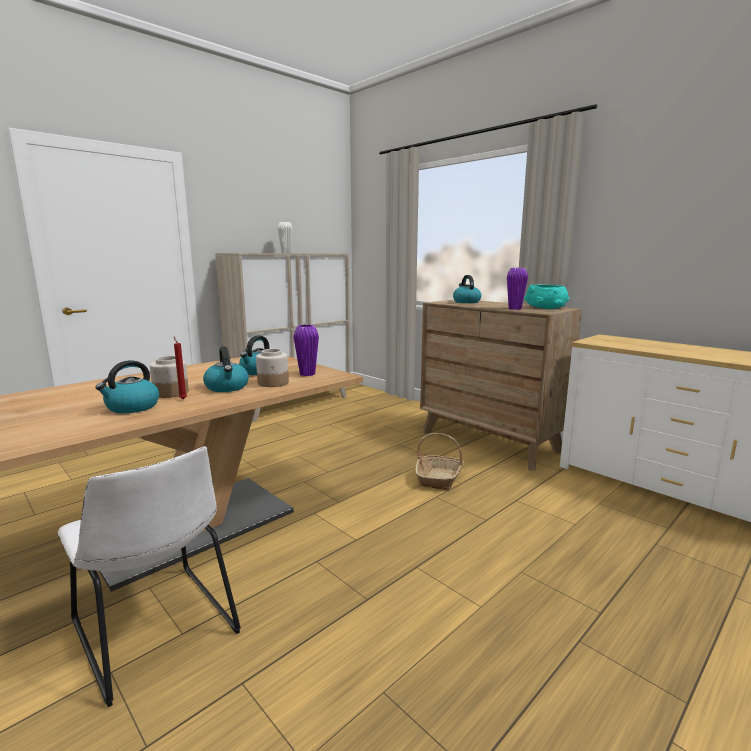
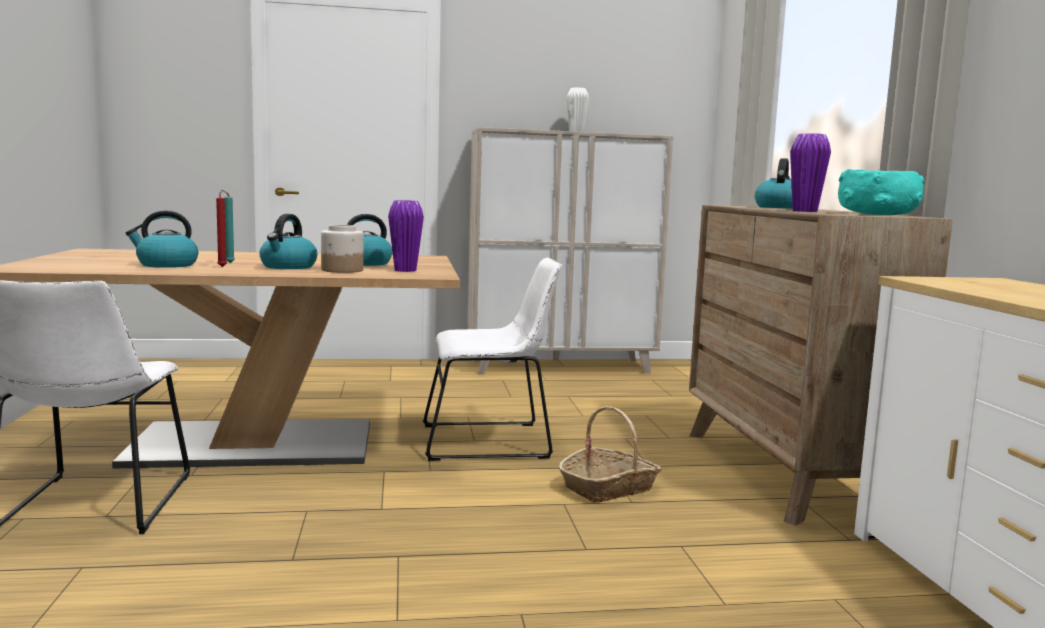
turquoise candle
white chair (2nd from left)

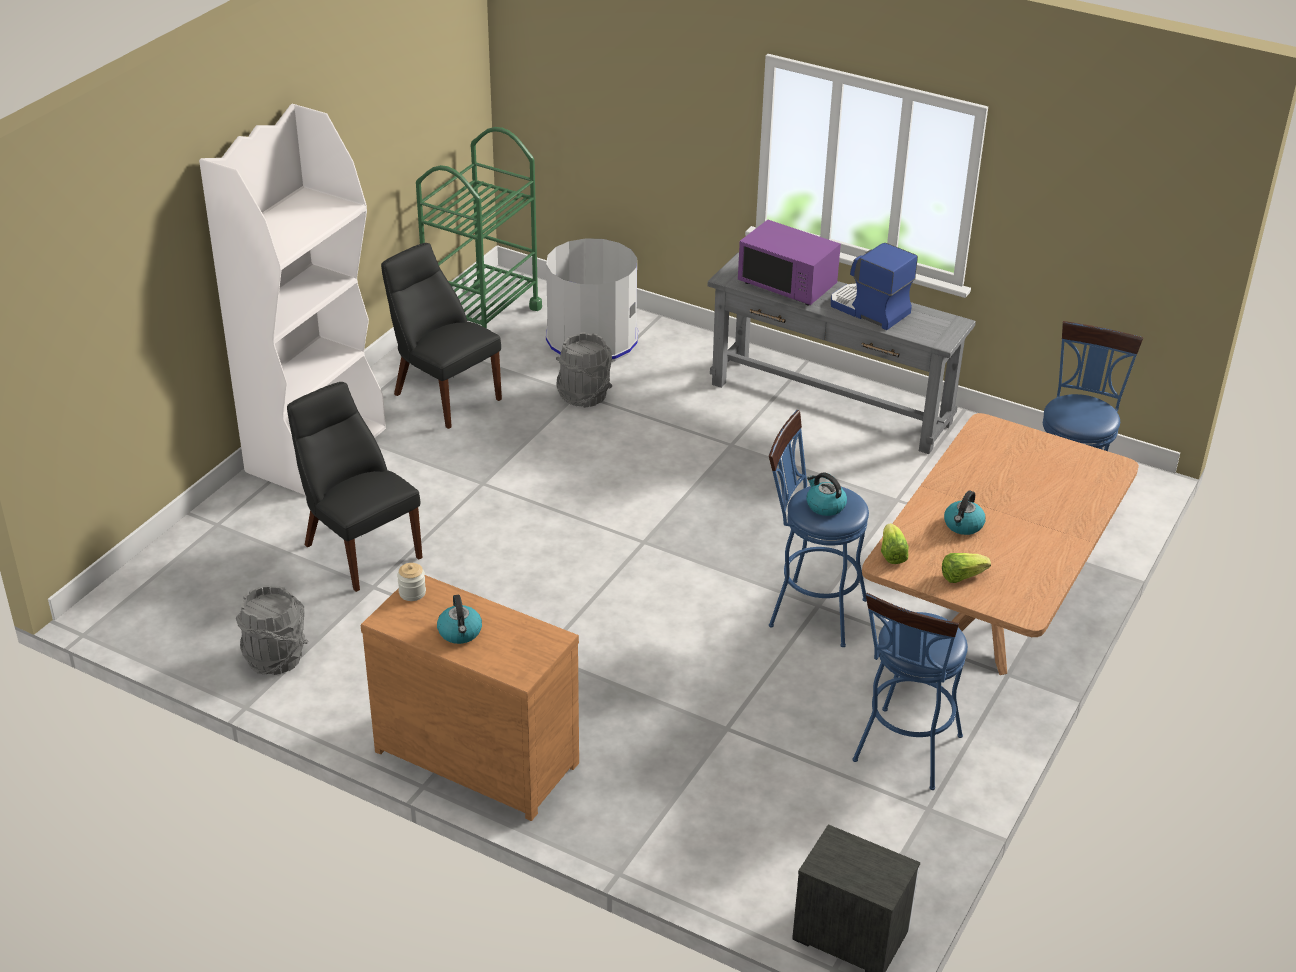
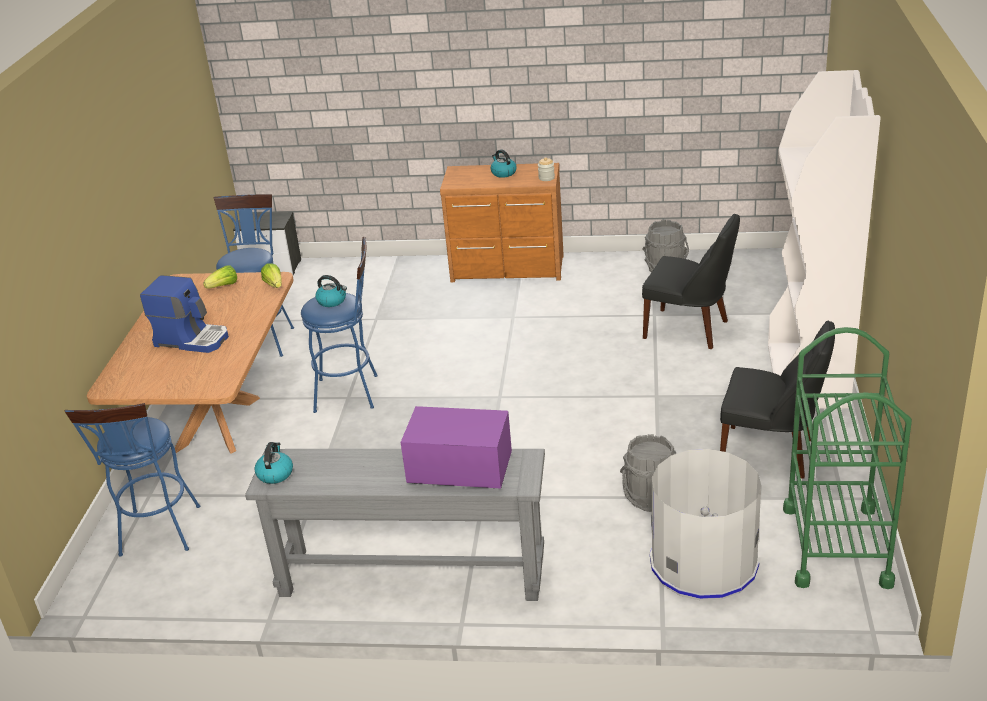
coffee machine
kettle (1st from left)

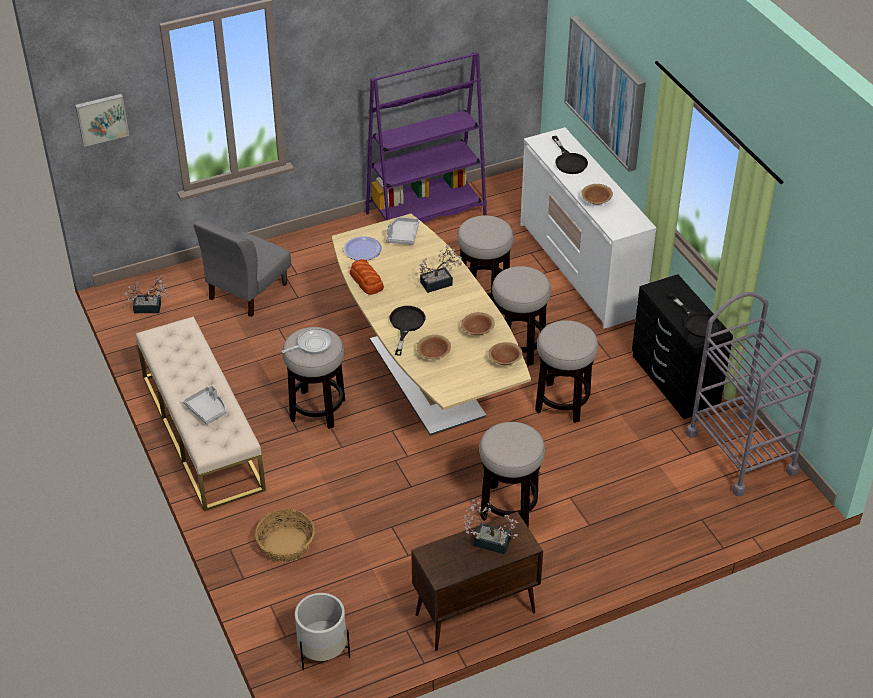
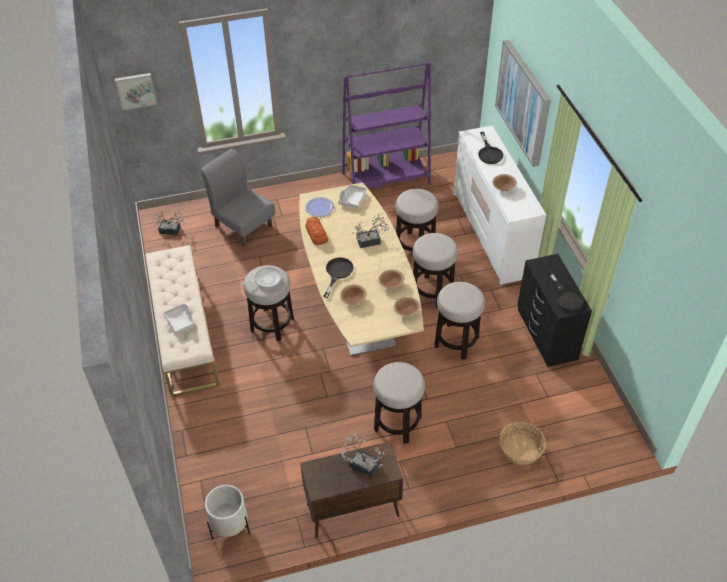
grey chair
grey cart
basket

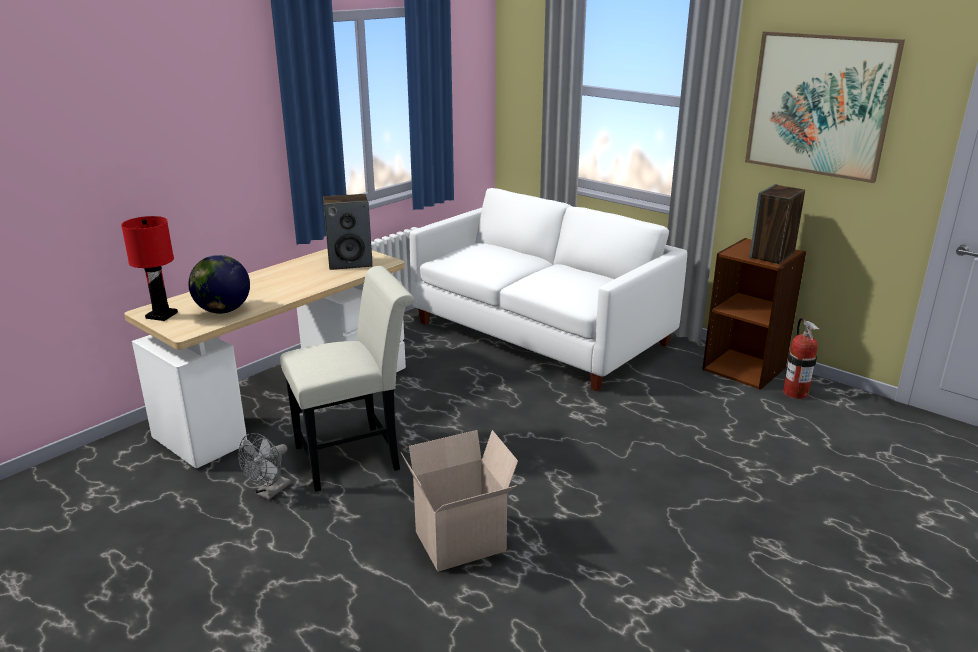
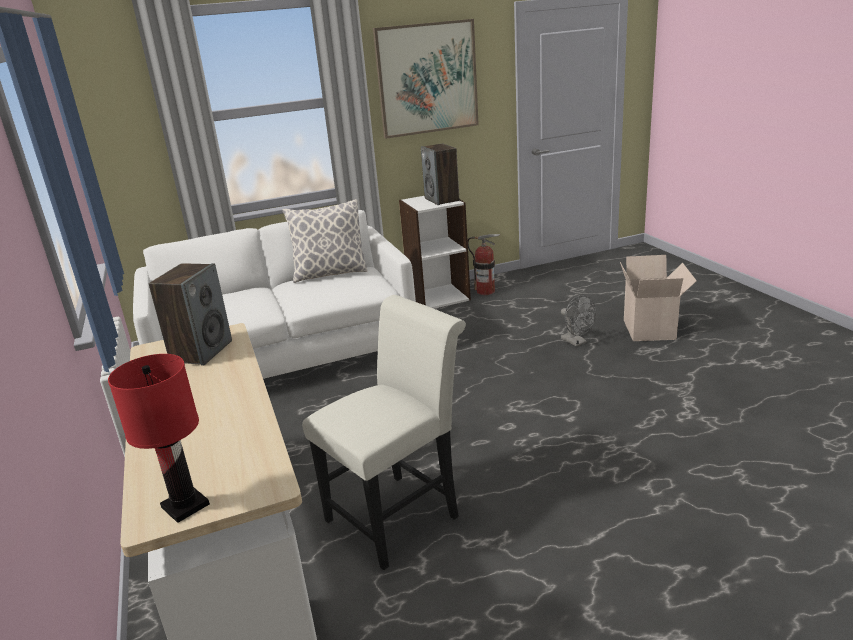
white bookcase
globe
white chair
cardboard box
grey fan
pillow

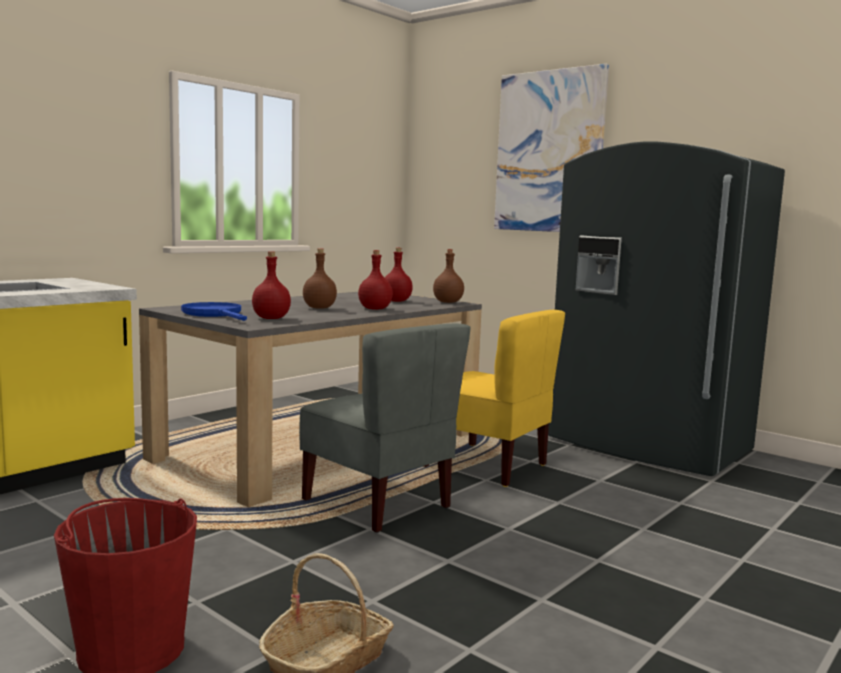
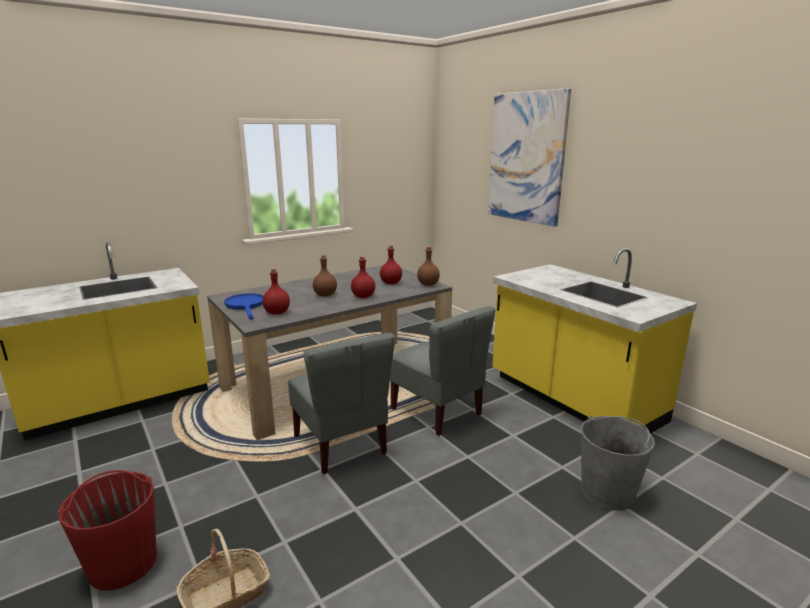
yellow counter (2nd from left)
grey chair (2nd from left)
grey bucket

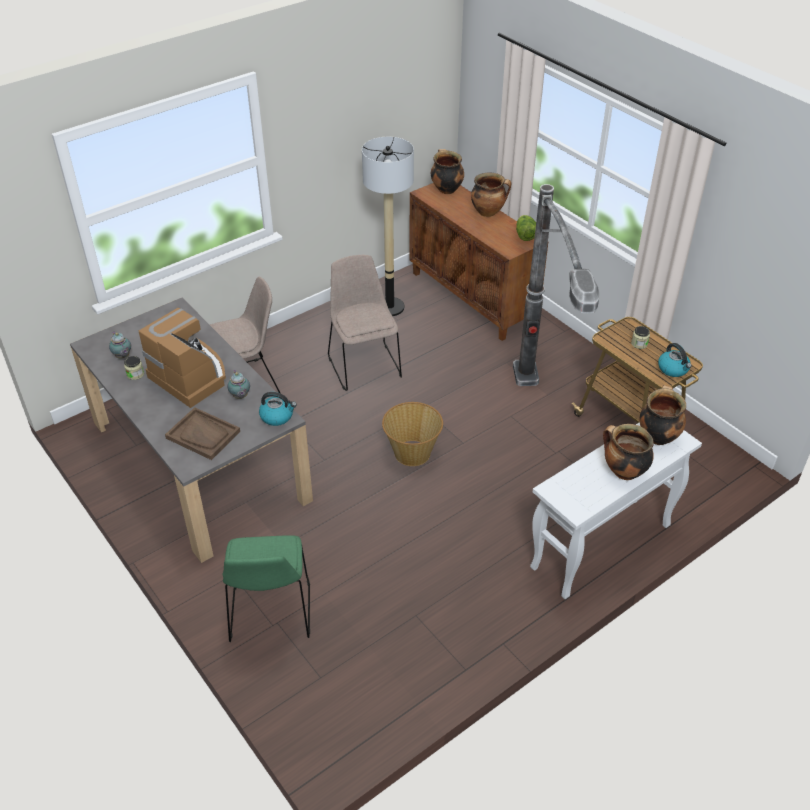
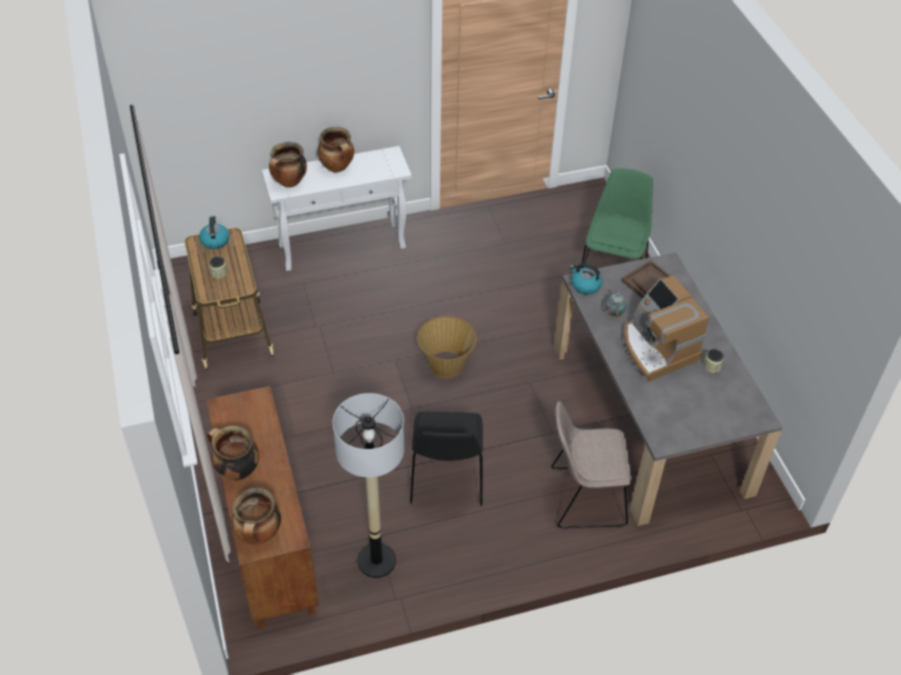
floor lamp (2nd from left in the first image)
lettuce
black chair
teapot (1st from left in the first image)

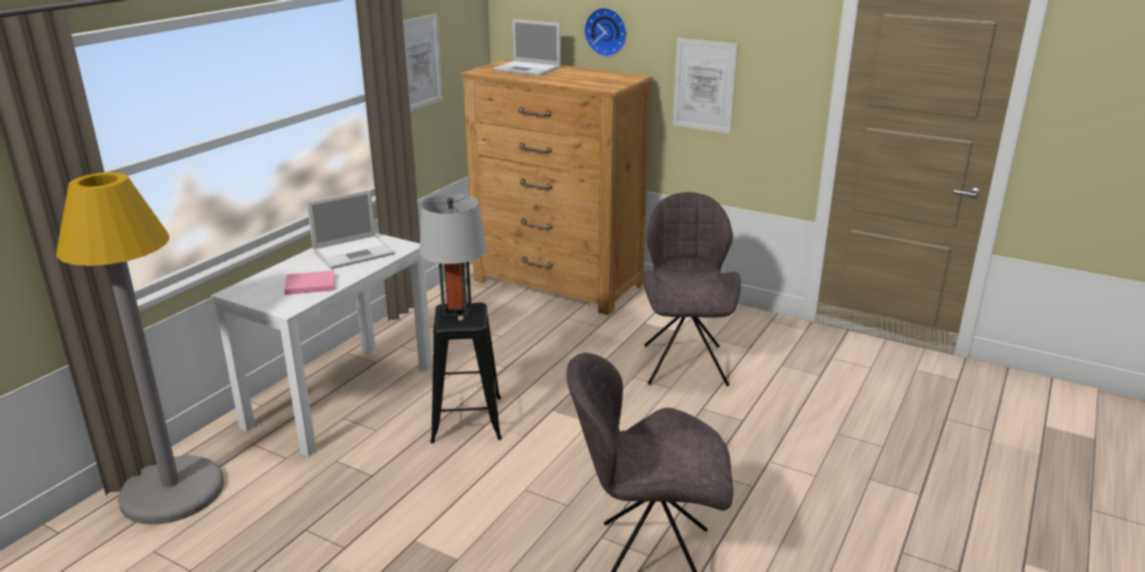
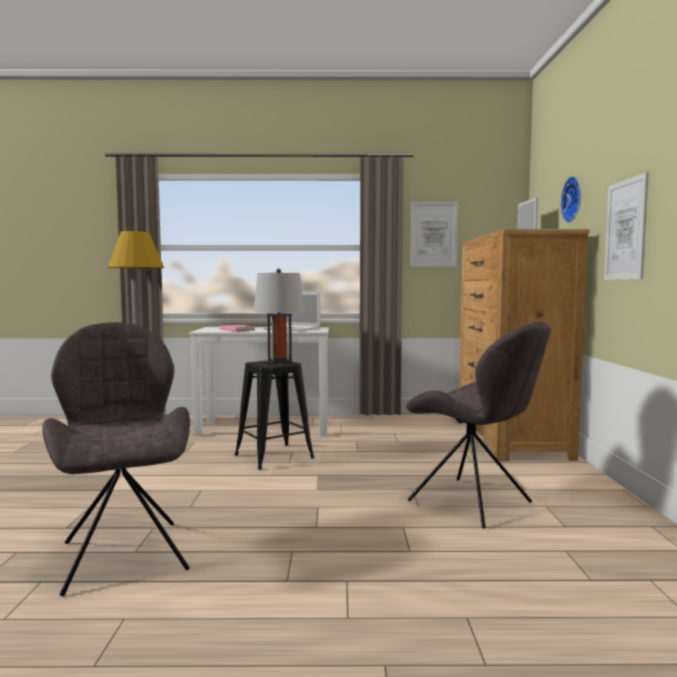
grey chair (2nd from left)

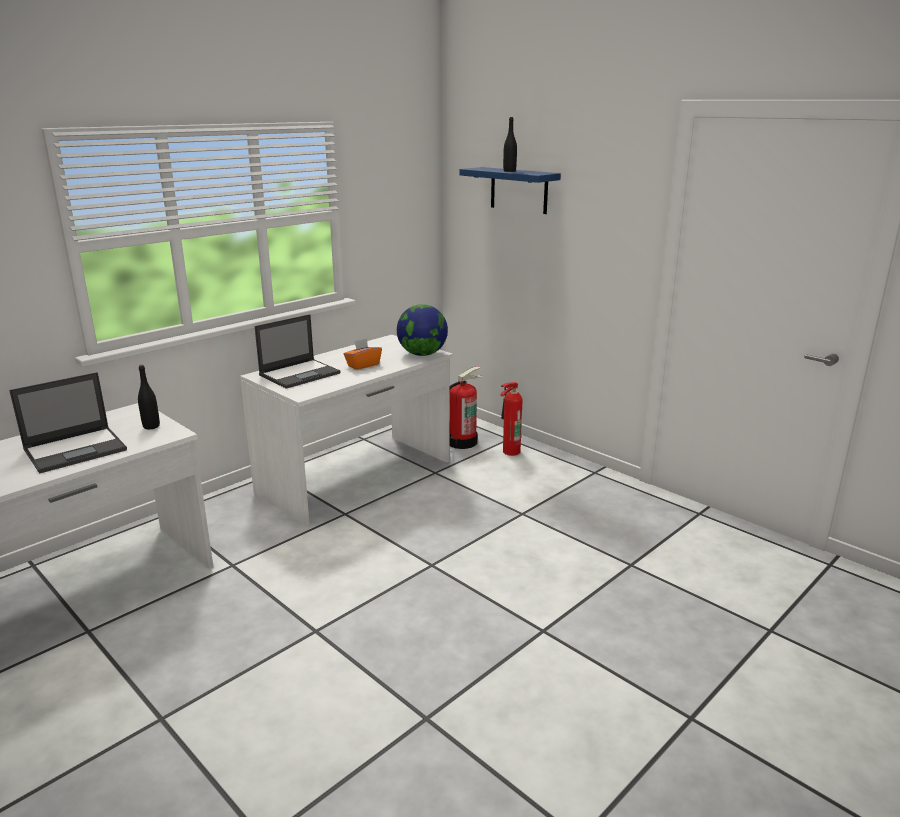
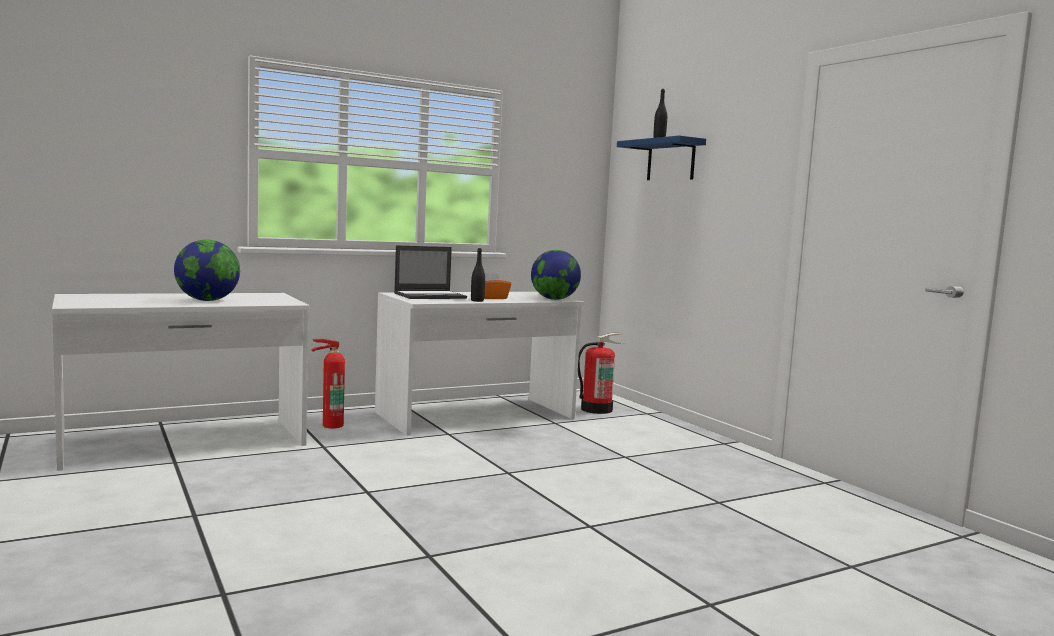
black bottle (1st from left)
globe (1st from left)
fire extinguisher (1st from left)

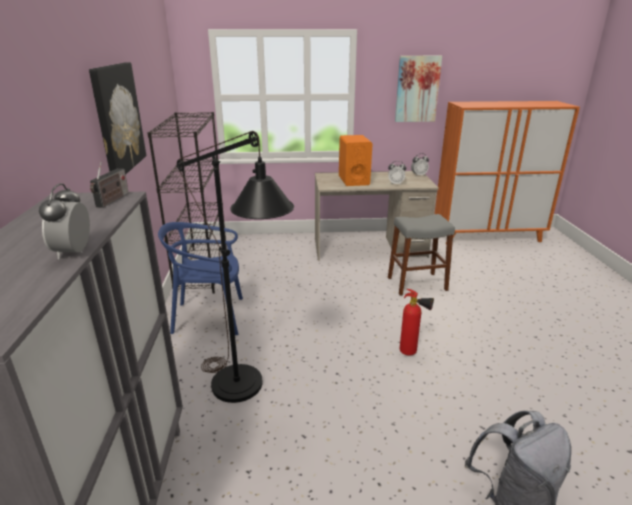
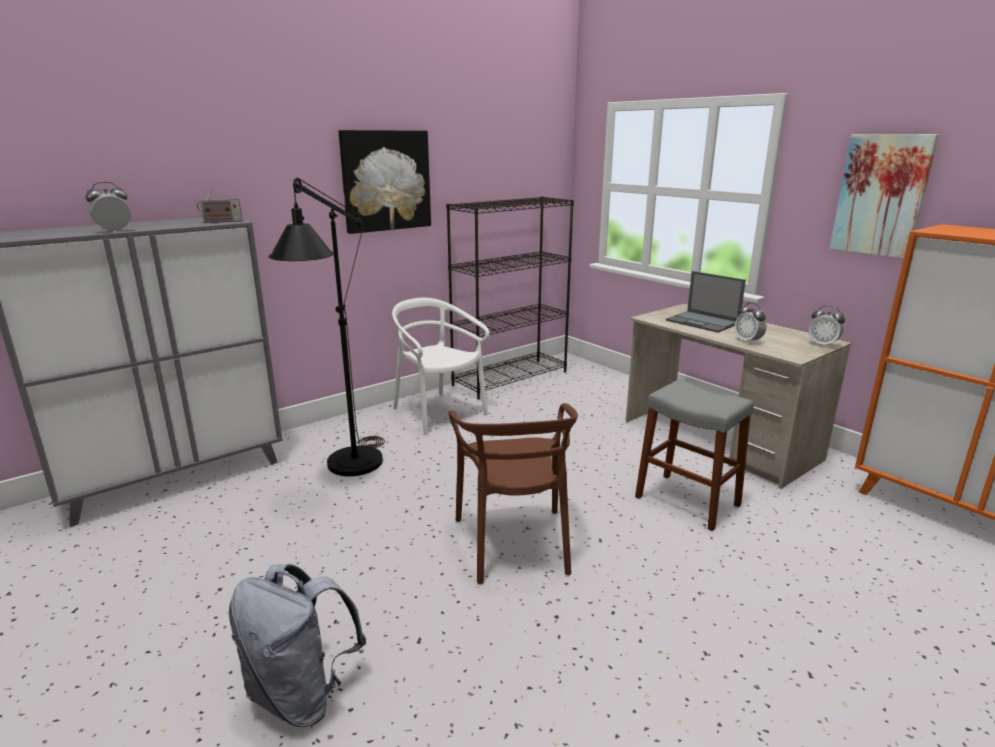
laptop
white chair
brown chair

